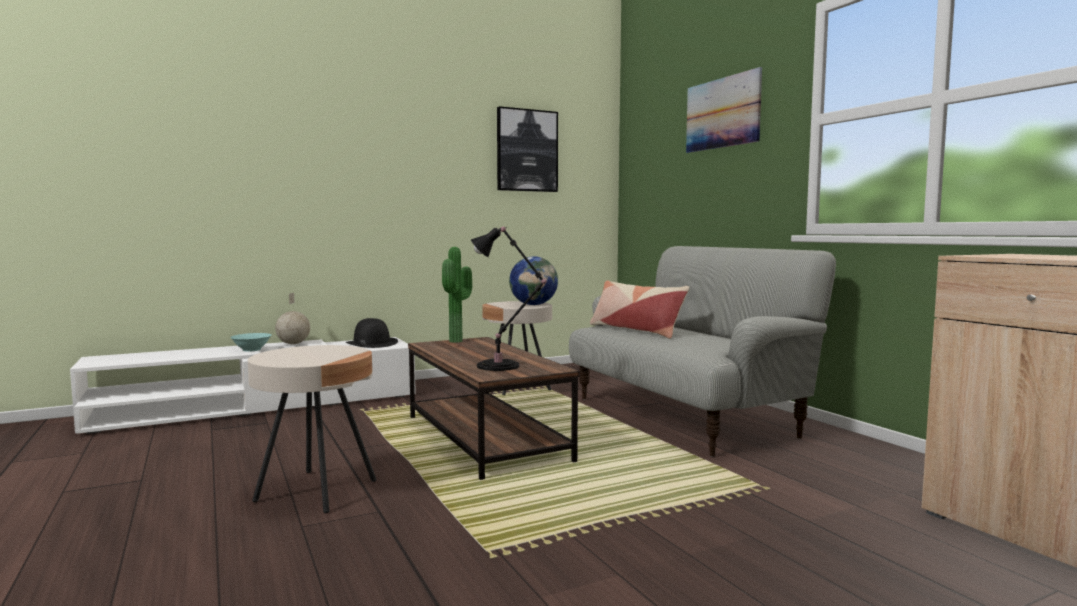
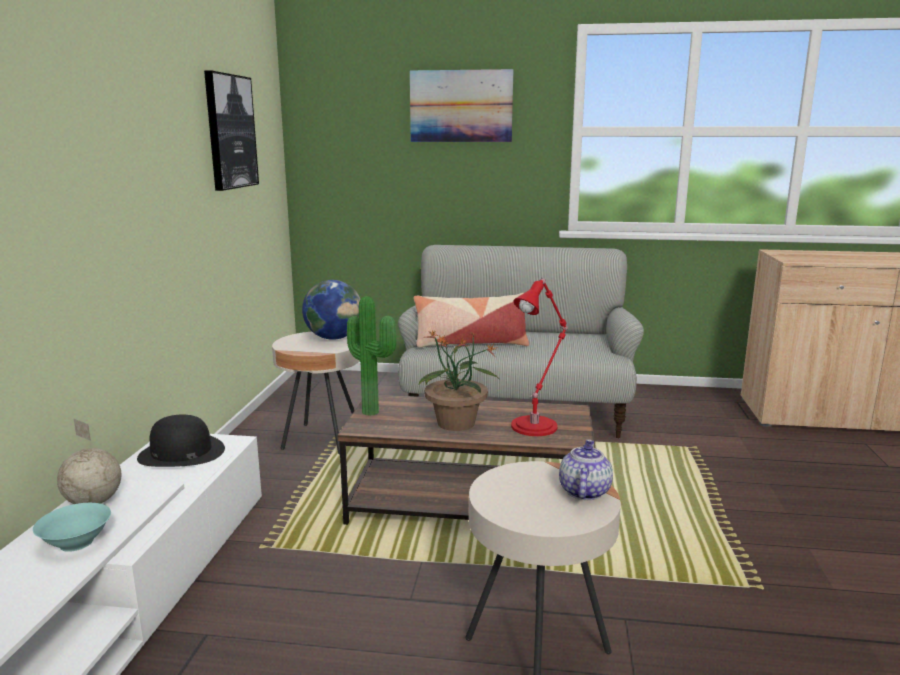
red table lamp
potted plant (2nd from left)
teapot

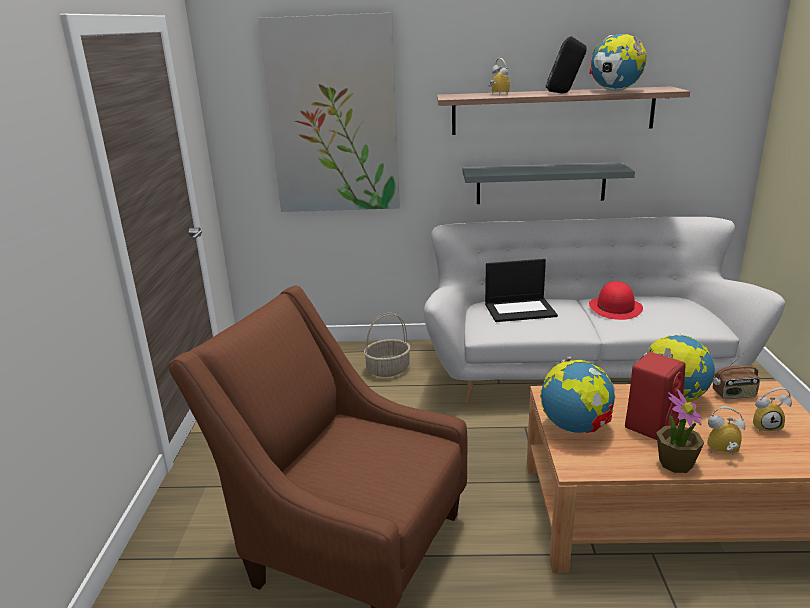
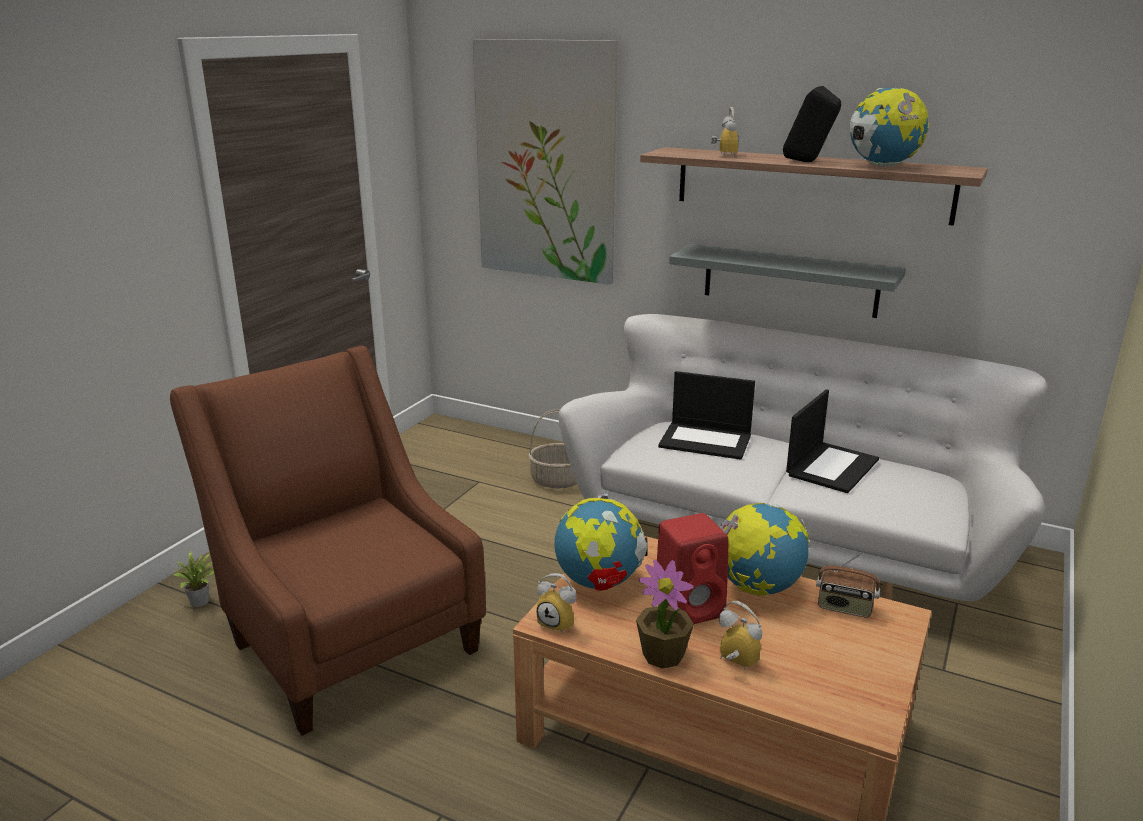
laptop (2nd from left)
alarm clock (1st from left)
potted plant (1st from left)

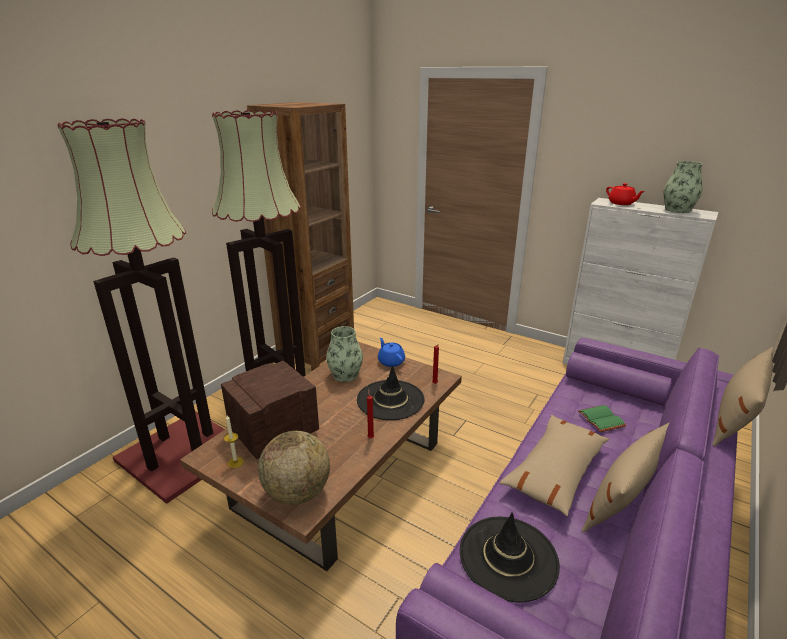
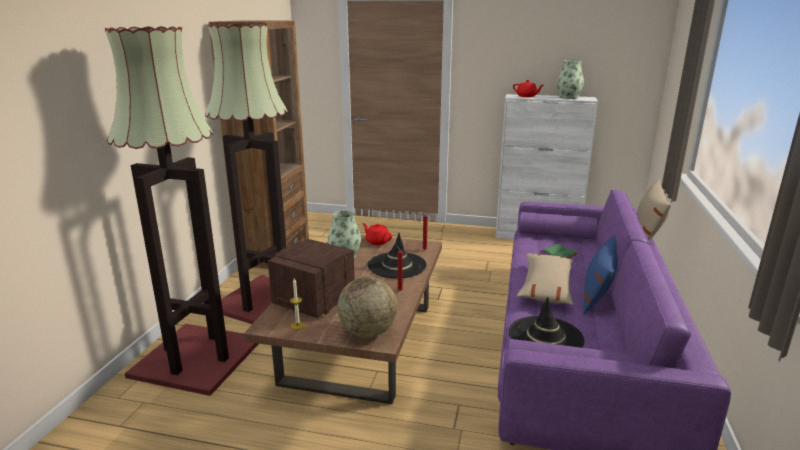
red teapot (1st from left)
blue pillow

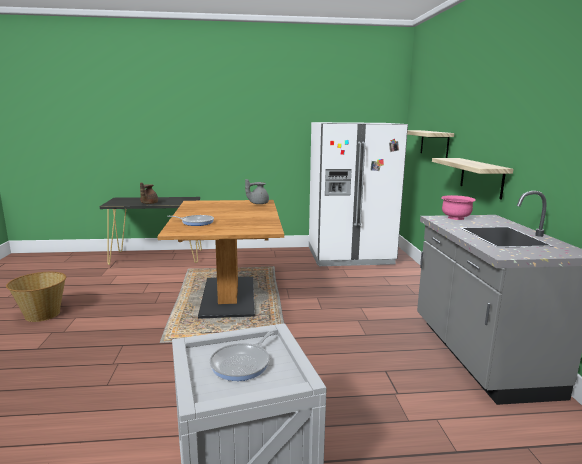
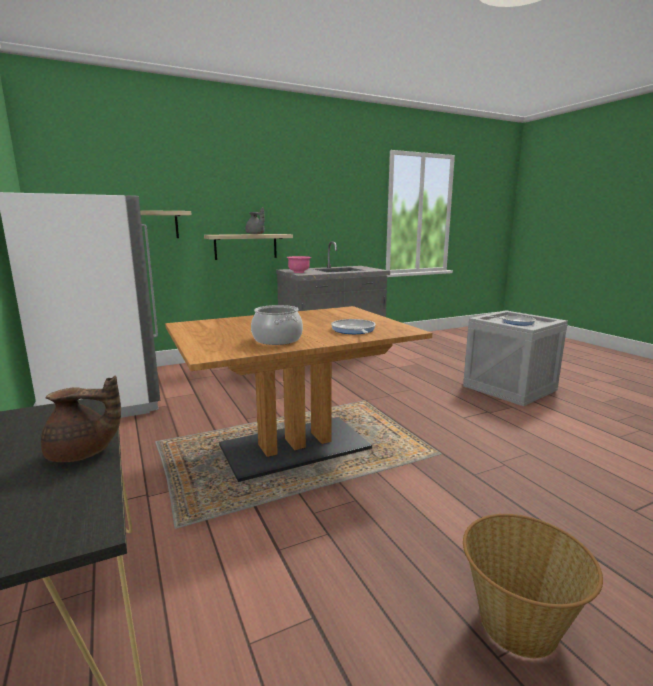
grey teapot
cooking pot

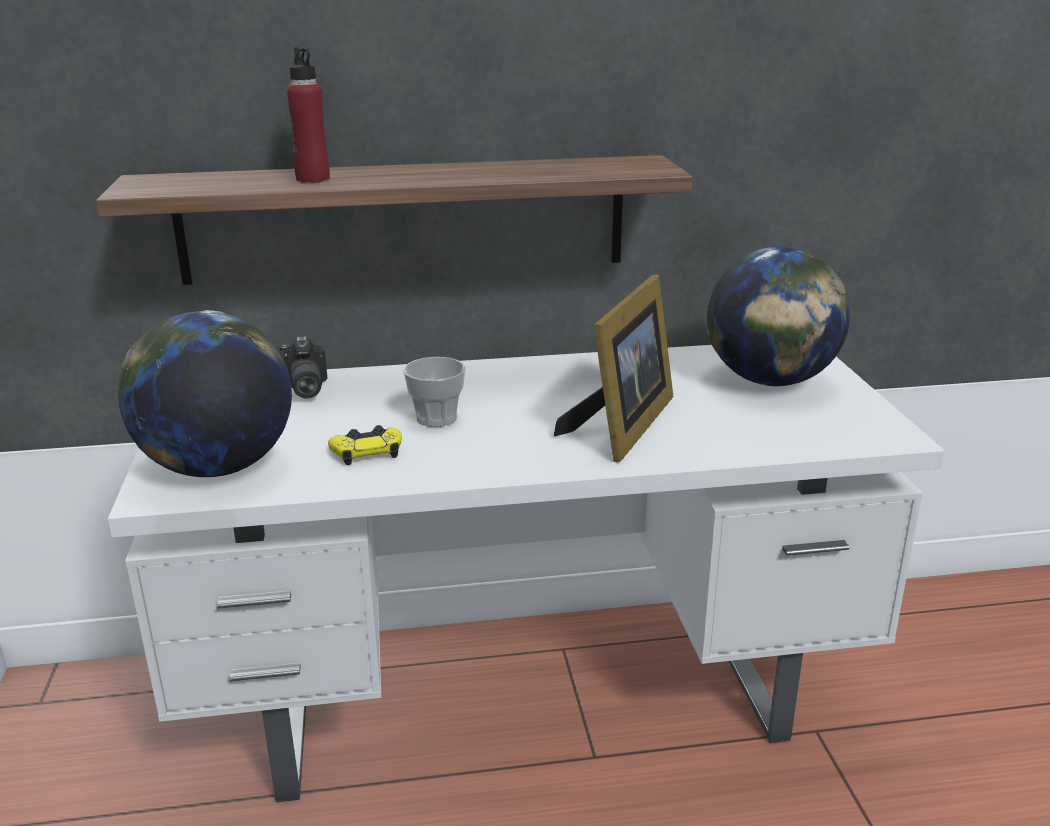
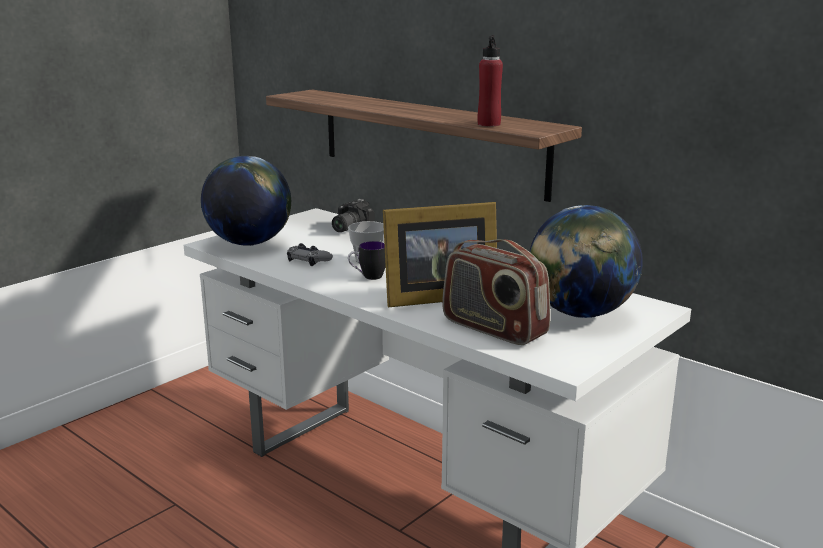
red bottle
grey game controller
radio
mug

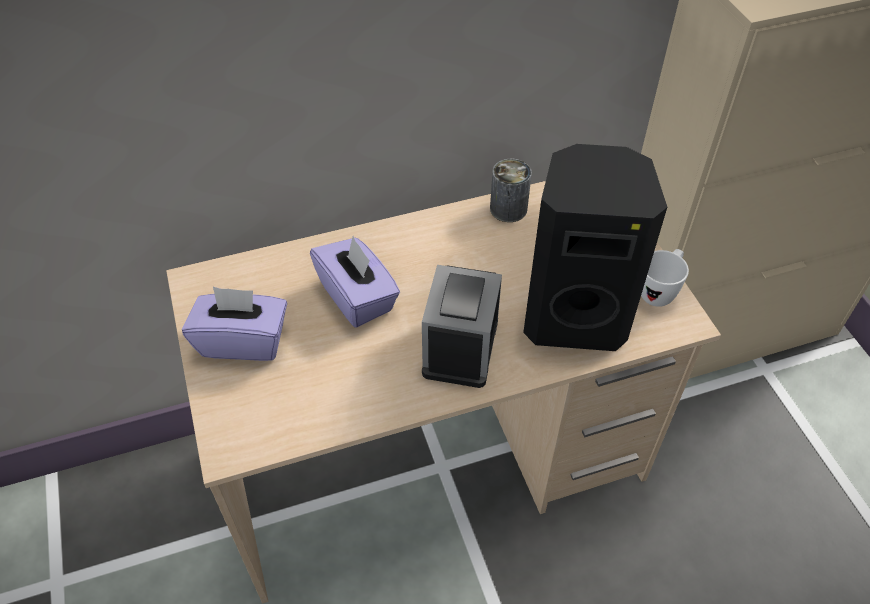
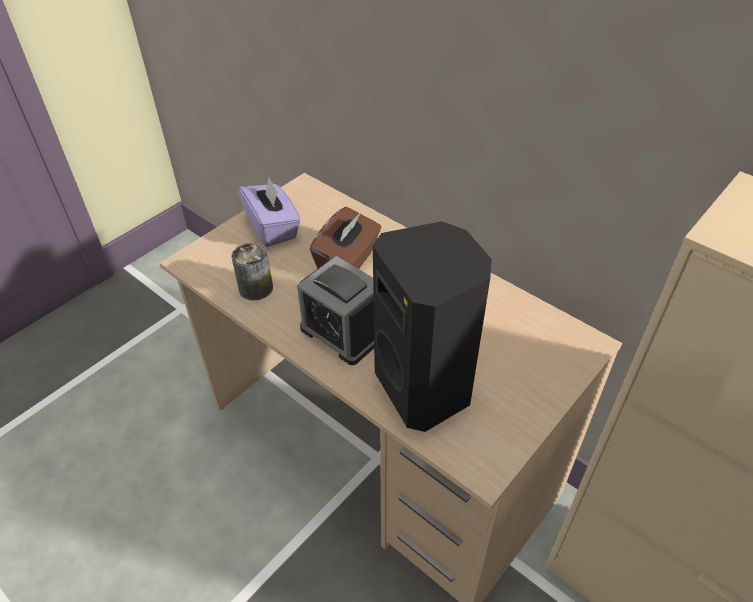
can
brown tissue box
white mug
alarm clock

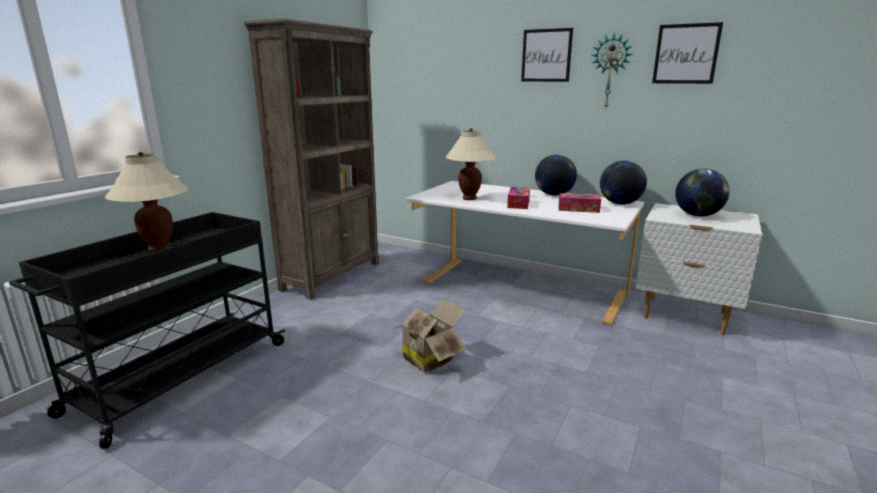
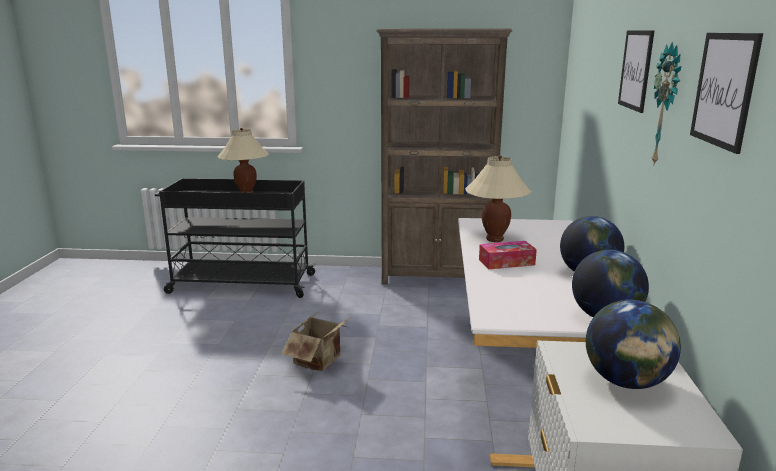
tissue box (2nd from left in the first image)

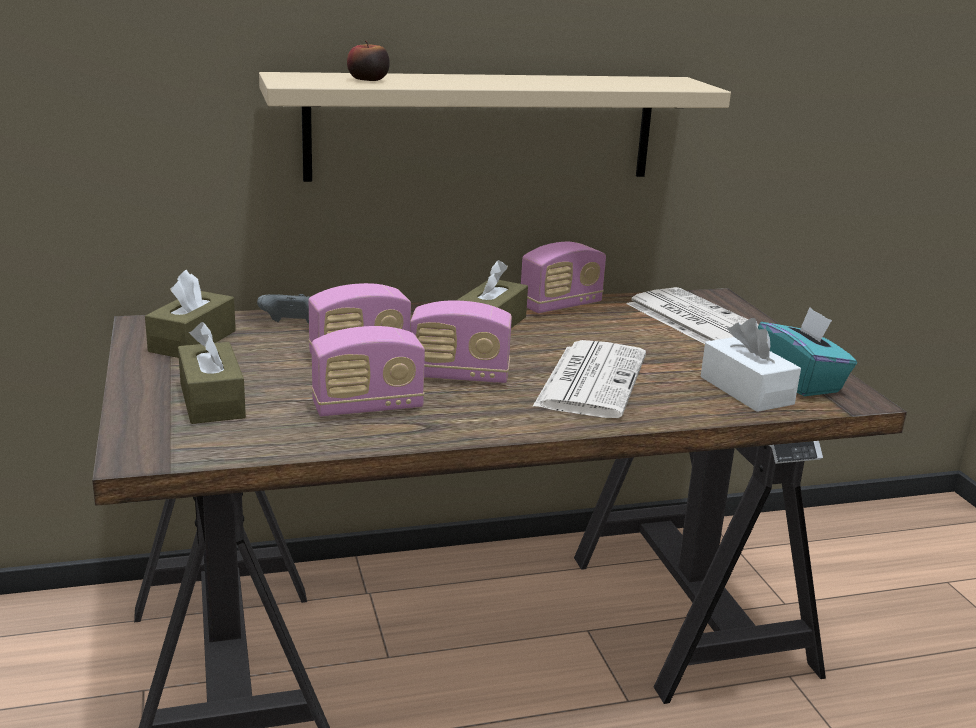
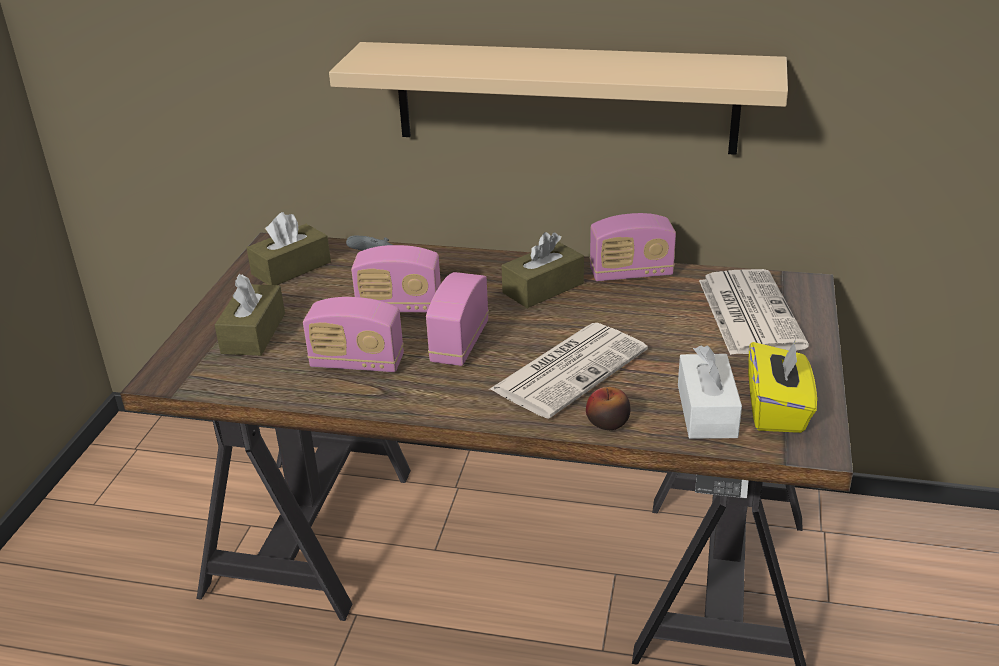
apple
radio (3rd from left)
yellow tissue box

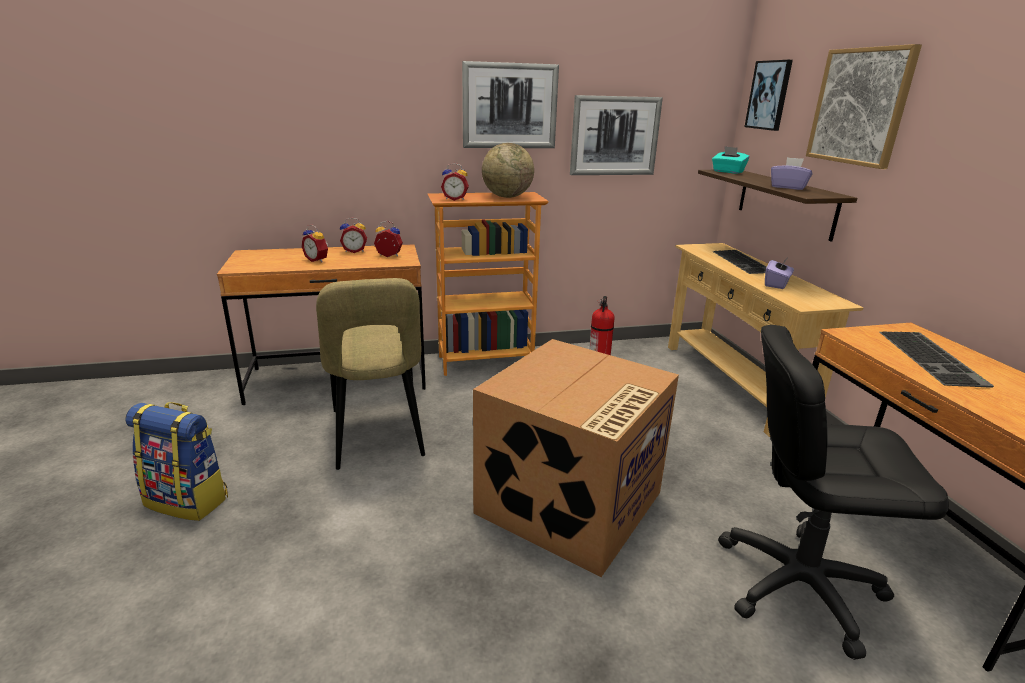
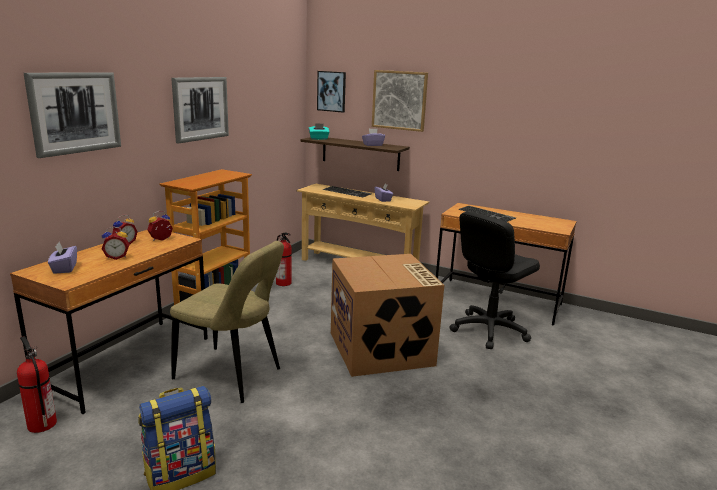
picture (1st from left)
globe
alarm clock (4th from left in the first image)
purple tissue box (1st from left)
fire extinguisher (1st from left)

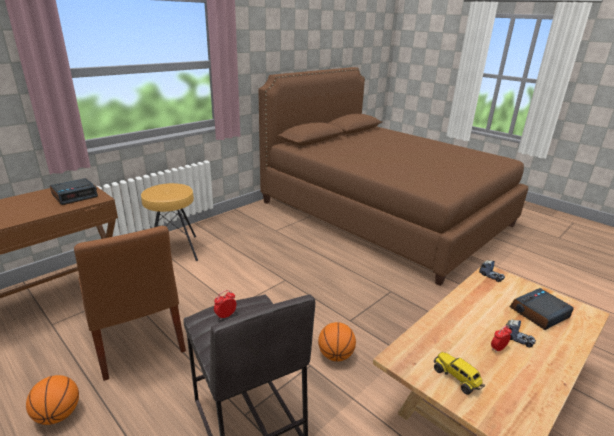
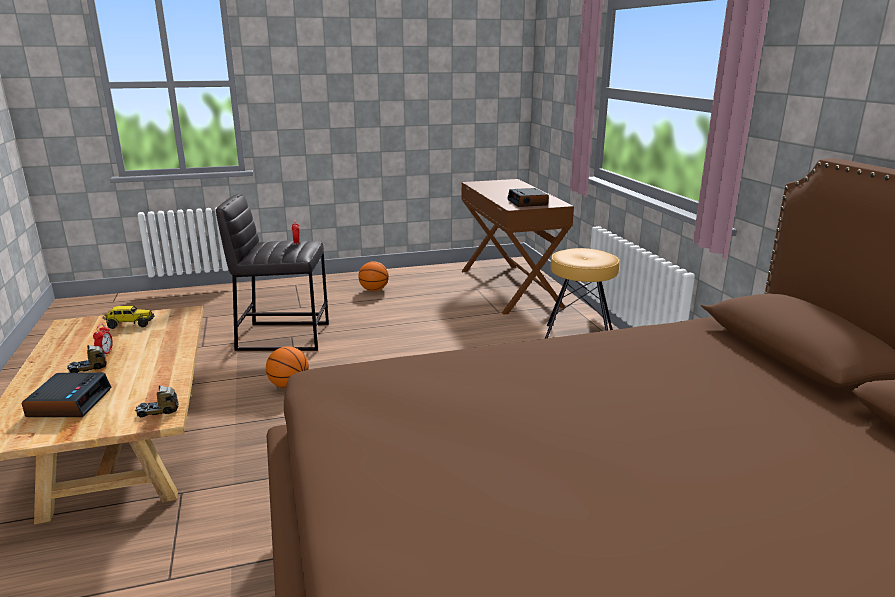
brown chair

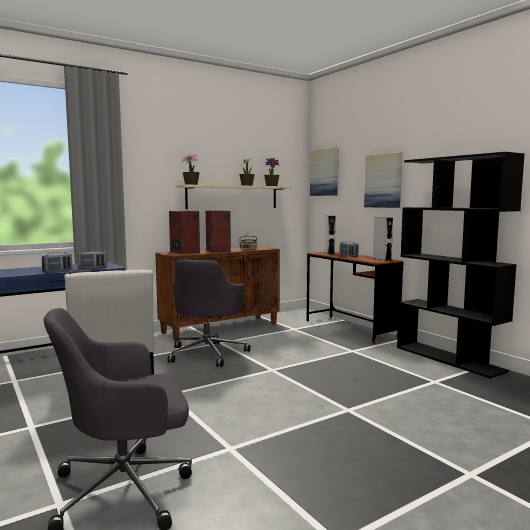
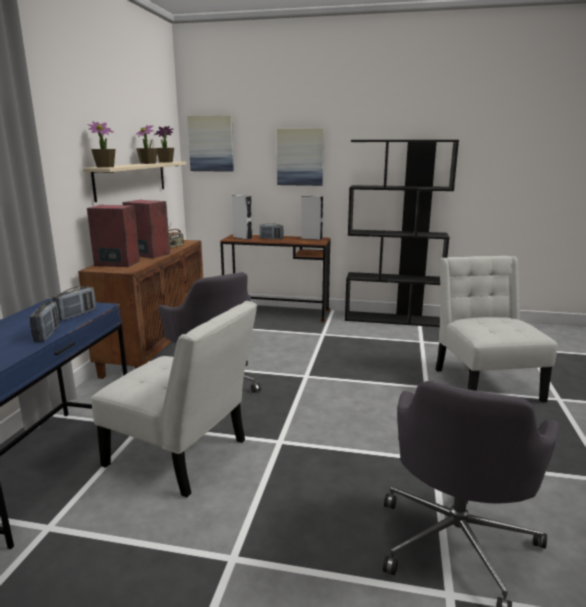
white chair (2nd from left)

